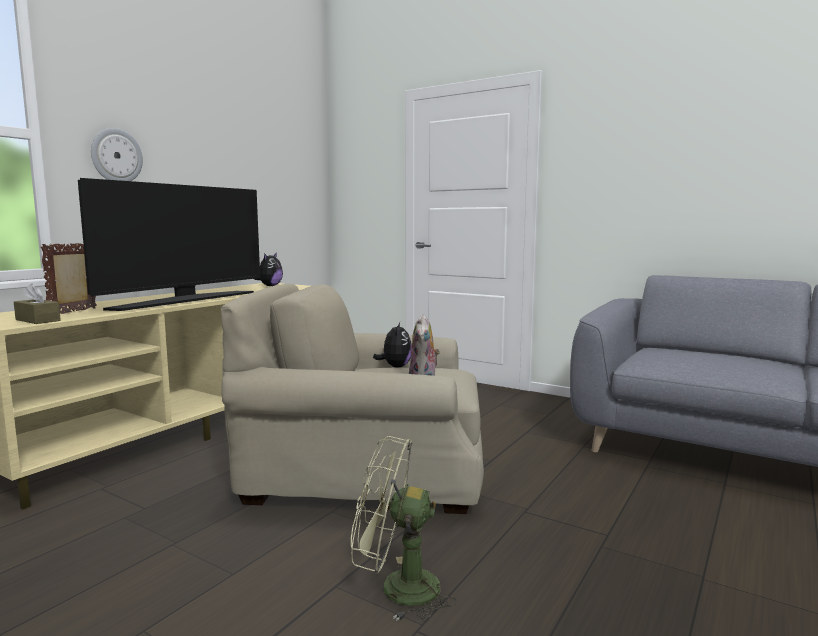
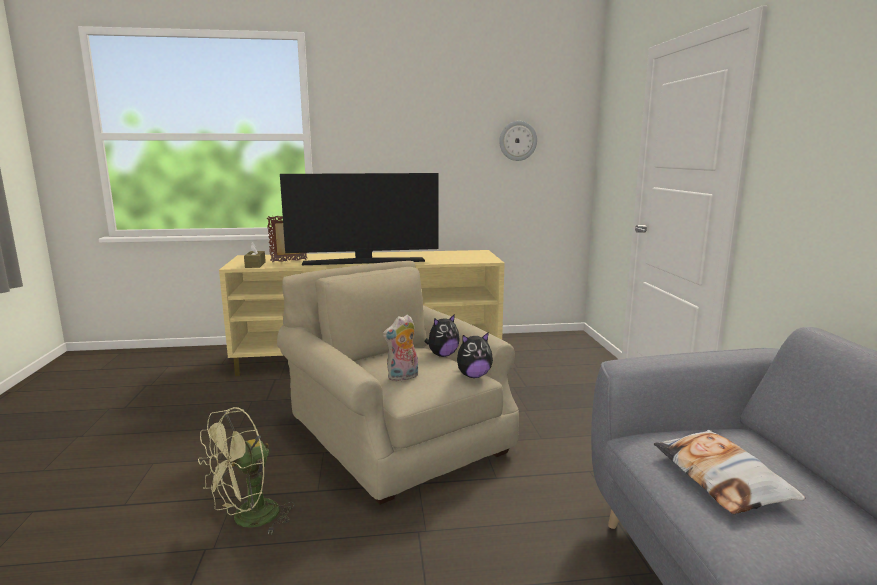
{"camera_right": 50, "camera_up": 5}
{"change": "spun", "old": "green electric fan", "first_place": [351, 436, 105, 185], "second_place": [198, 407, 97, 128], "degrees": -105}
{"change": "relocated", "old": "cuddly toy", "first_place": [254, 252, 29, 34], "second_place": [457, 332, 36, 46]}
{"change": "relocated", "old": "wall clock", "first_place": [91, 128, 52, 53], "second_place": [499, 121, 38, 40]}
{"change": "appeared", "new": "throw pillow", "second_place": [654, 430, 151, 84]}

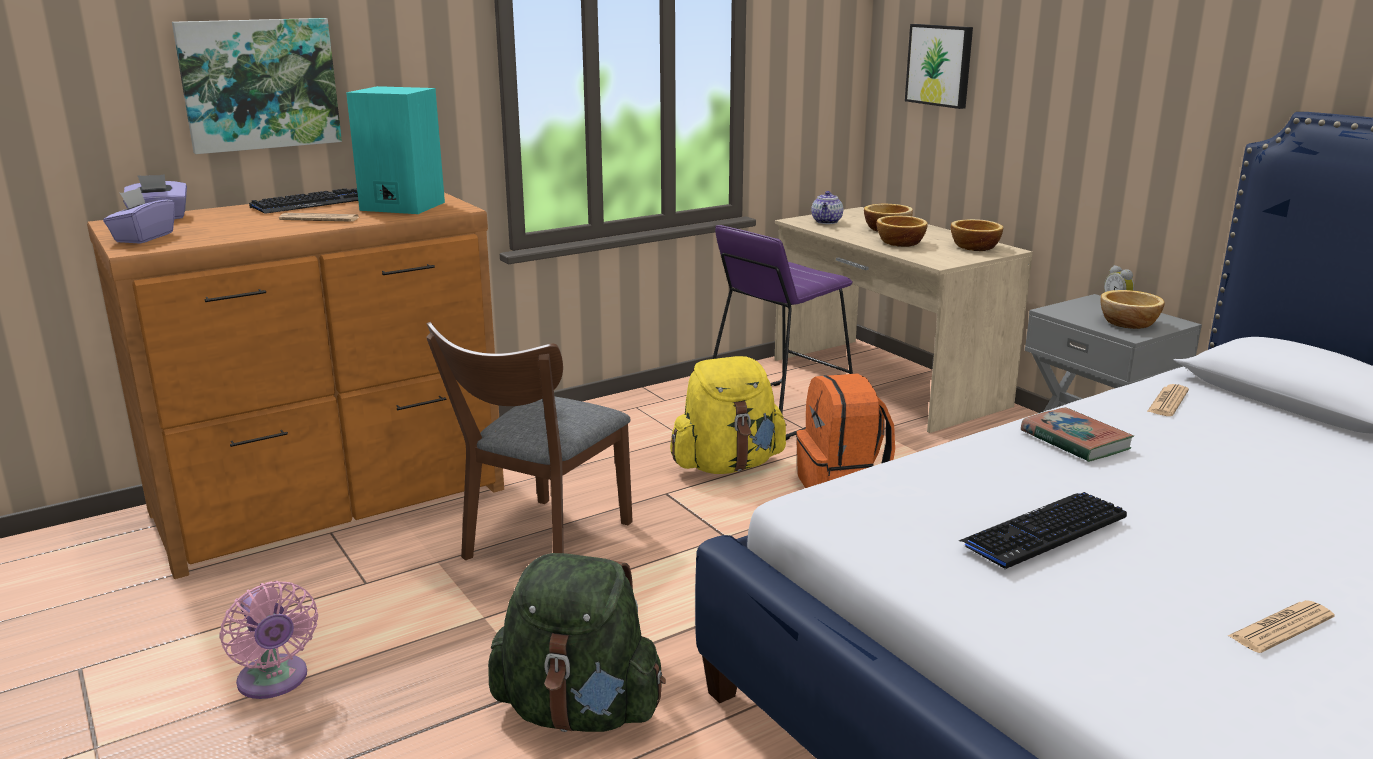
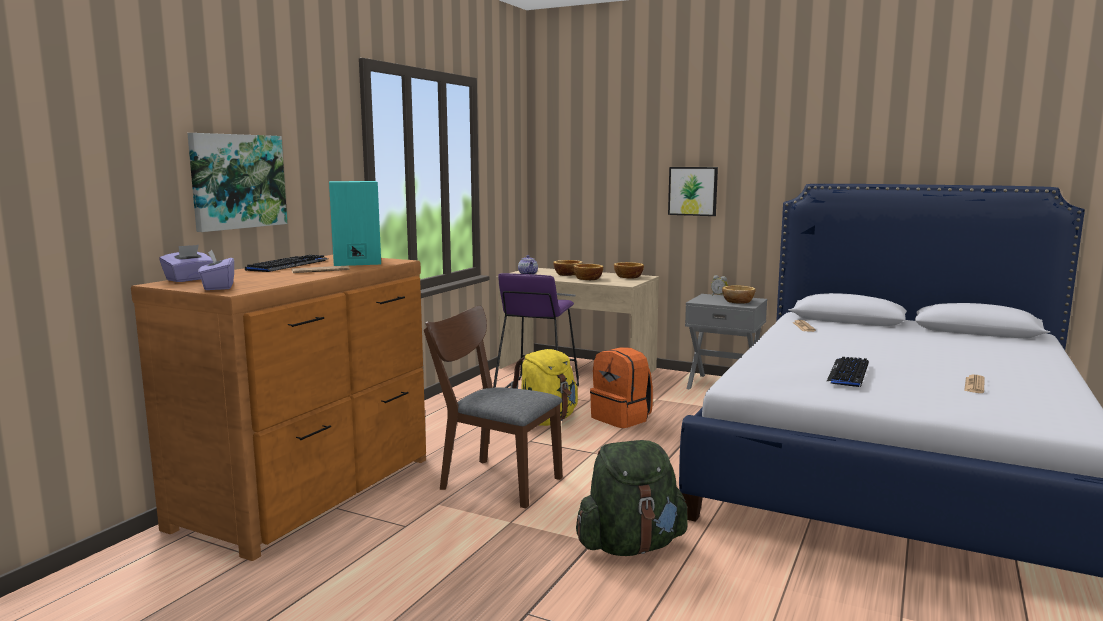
{"camera_right": -30, "camera_up": -10}
{"change": "spun", "old": "brown plain chair", "first_place": [426, 322, 207, 238], "second_place": [424, 305, 139, 204], "degrees": 120}
{"change": "relocated", "old": "picture", "first_place": [905, 24, 68, 85], "second_place": [668, 167, 50, 49]}
{"change": "missing", "old": "pink-coloured electric fan", "first_place": [220, 581, 98, 118]}
{"change": "missing", "old": "book", "first_place": [1021, 407, 113, 55]}

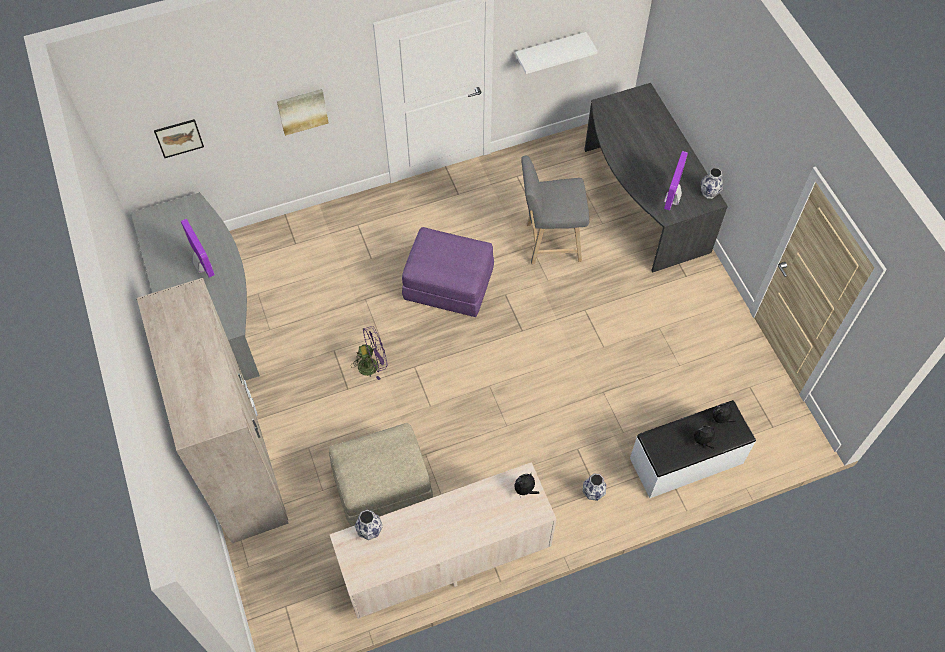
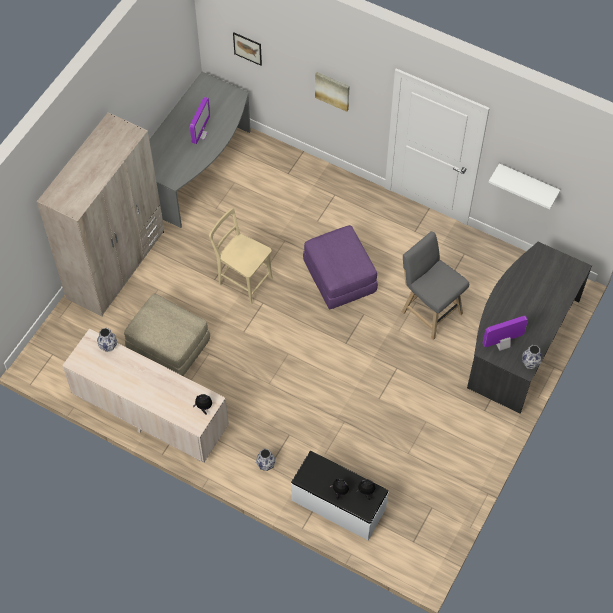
{"camera_right": 50, "camera_up": 0}
{"change": "exchanged", "old": "purplish electric fan", "new": "beige plain chair", "first_place": [352, 326, 35, 54], "second_place": [209, 208, 64, 97]}

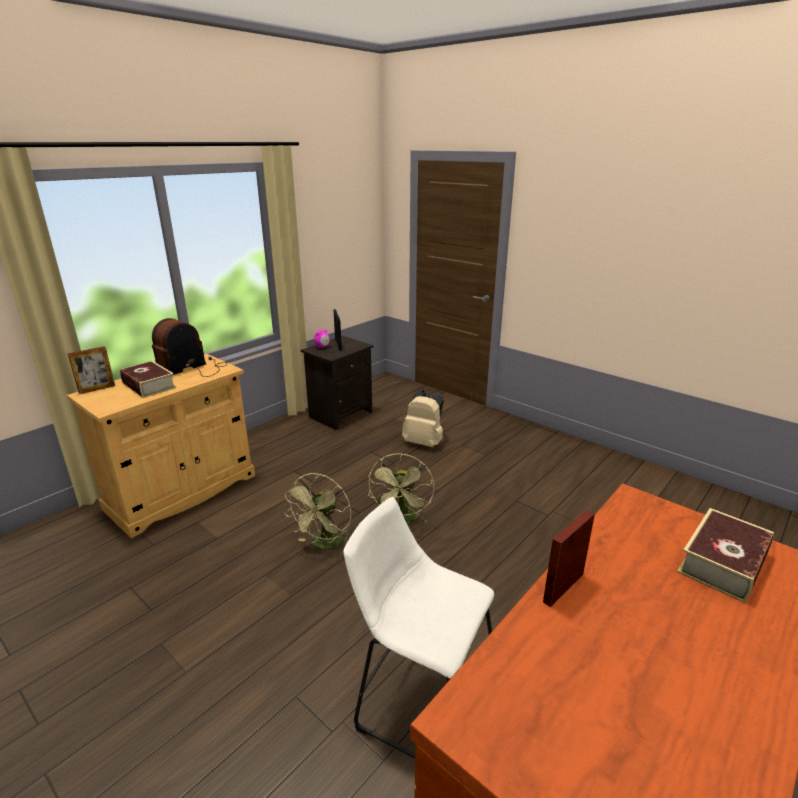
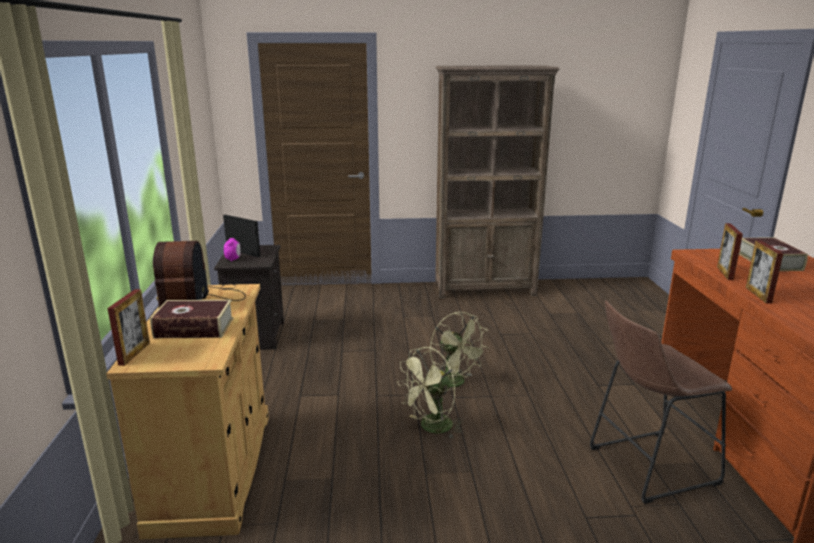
{"camera_right": -45, "camera_up": -5}
{"change": "spun", "old": "green electric fan", "first_place": [284, 473, 67, 77], "second_place": [397, 347, 66, 91], "degrees": 75}
{"change": "appeared", "new": "brown bookshelf", "second_place": [435, 65, 125, 233]}
{"change": "colour", "old": "whitish sitting stool", "new": "brown sitting stool", "first_place": [344, 497, 150, 262], "second_place": [590, 301, 142, 203]}
{"change": "appeared", "new": "photo frame", "second_place": [717, 223, 26, 57]}
{"change": "missing", "old": "beige backpack", "first_place": [402, 390, 42, 57]}

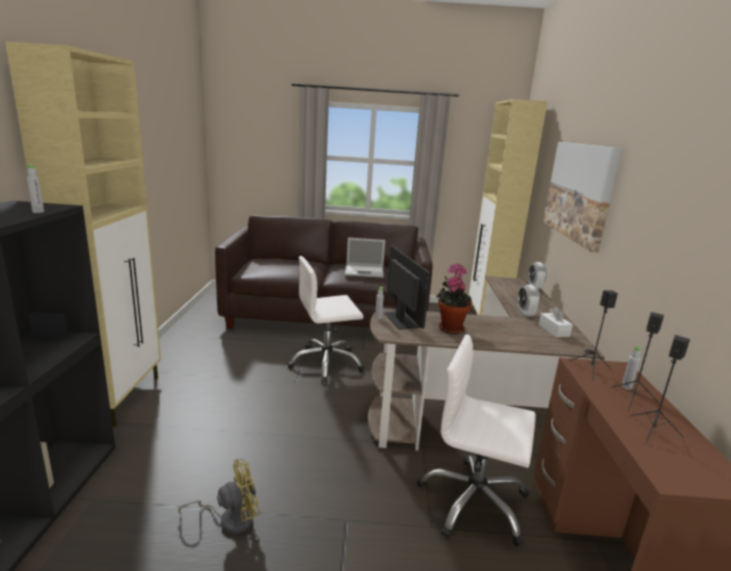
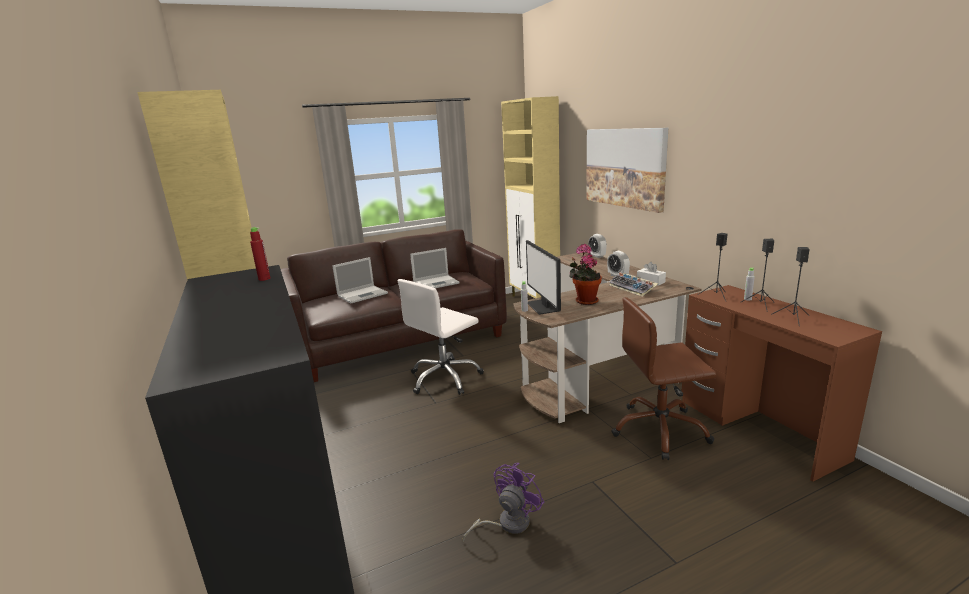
{"camera_right": -25, "camera_up": 0}
{"change": "colour", "old": "greyish drink bottle", "new": "red-coloured drink bottle", "first_place": [26, 165, 18, 48], "second_place": [250, 227, 20, 54]}
{"change": "appeared", "new": "portable computer", "second_place": [333, 257, 55, 47]}
{"change": "colour", "old": "yellowish electric fan", "new": "purplish electric fan", "first_place": [178, 459, 83, 75], "second_place": [462, 463, 82, 79]}
{"change": "spun", "old": "computer screen", "first_place": [384, 245, 47, 85], "second_place": [526, 240, 35, 75], "degrees": -150}
{"change": "appeared", "new": "keyboard", "second_place": [609, 273, 49, 24]}
{"change": "colour", "old": "whitish office chair", "new": "brown office chair", "first_place": [417, 334, 119, 213], "second_place": [611, 297, 105, 163]}

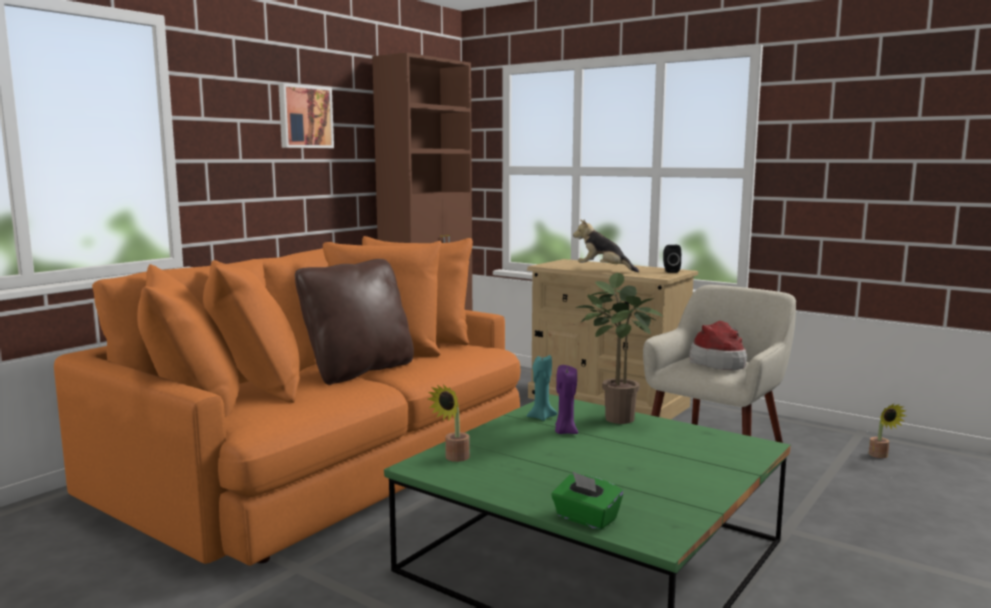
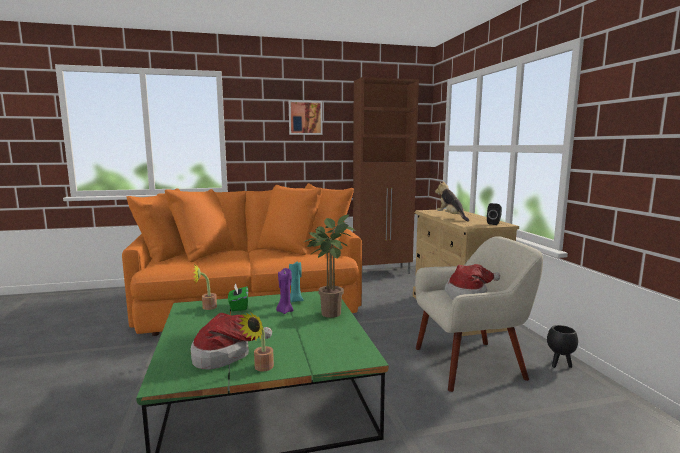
{"camera_right": 40, "camera_up": 0}
{"change": "appeared", "new": "clothing hat", "second_place": [191, 313, 81, 56]}
{"change": "relocated", "old": "green tissue holder", "first_place": [551, 472, 72, 58], "second_place": [228, 283, 20, 28]}
{"change": "relocated", "old": "plant in a pot", "first_place": [869, 404, 37, 54], "second_place": [238, 312, 36, 60]}
{"change": "appeared", "new": "black plant pot", "second_place": [547, 325, 31, 43]}
{"change": "missing", "old": "brown throw pillow", "first_place": [295, 259, 119, 126]}

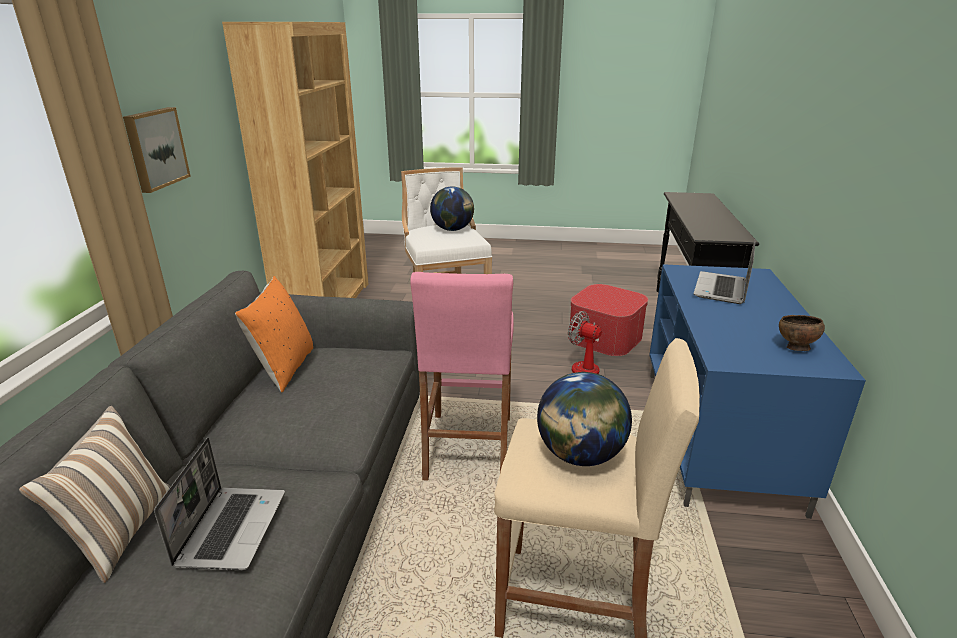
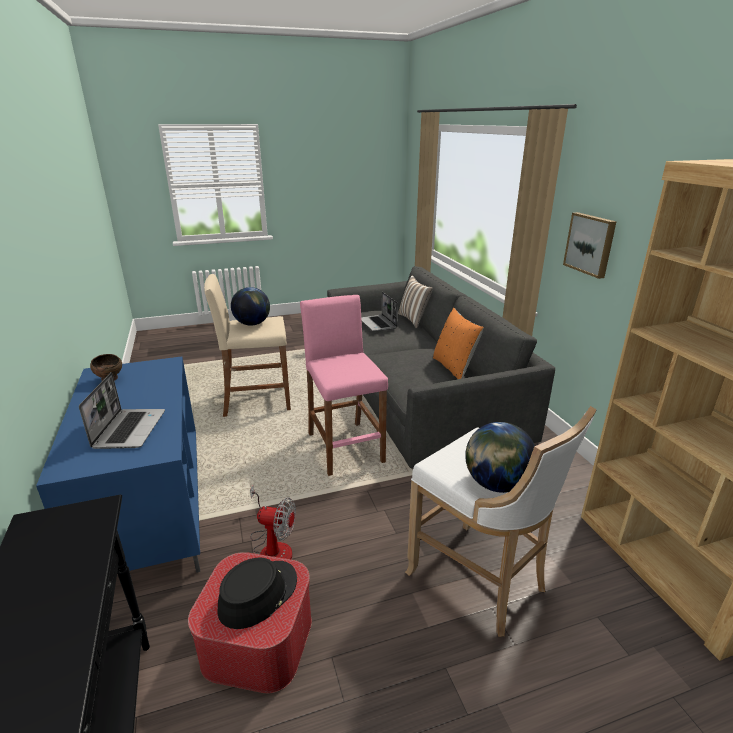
{"camera_right": 155, "camera_up": 0}
{"change": "appeared", "new": "black clothing hat", "second_place": [218, 558, 79, 71]}

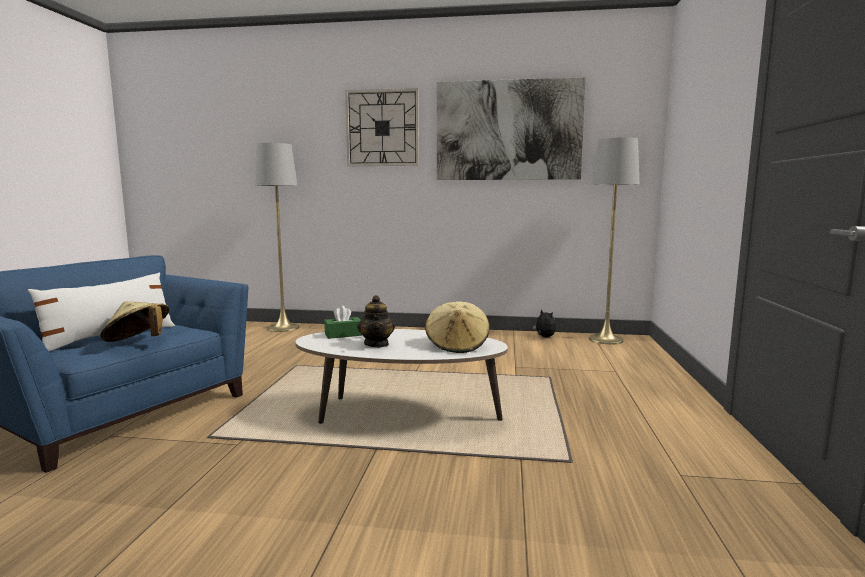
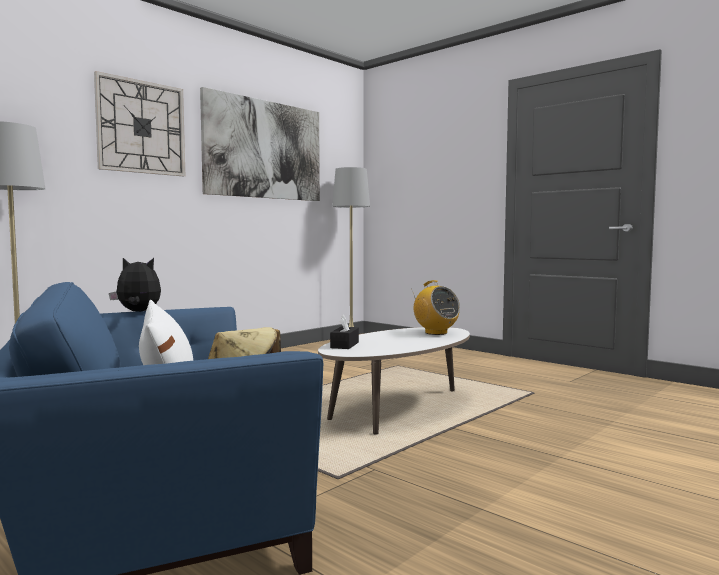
{"camera_right": -55, "camera_up": -5}
{"change": "relocated", "old": "cuddly toy", "first_place": [533, 309, 23, 28], "second_place": [109, 258, 52, 54]}
{"change": "colour", "old": "green tissue holder", "new": "black tissue holder", "first_place": [324, 306, 38, 33], "second_place": [330, 314, 29, 35]}
{"change": "exchanged", "old": "beige clothing hat", "new": "radio", "first_place": [425, 301, 65, 52], "second_place": [412, 280, 48, 55]}
{"change": "missing", "old": "tea pot", "first_place": [357, 295, 38, 52]}

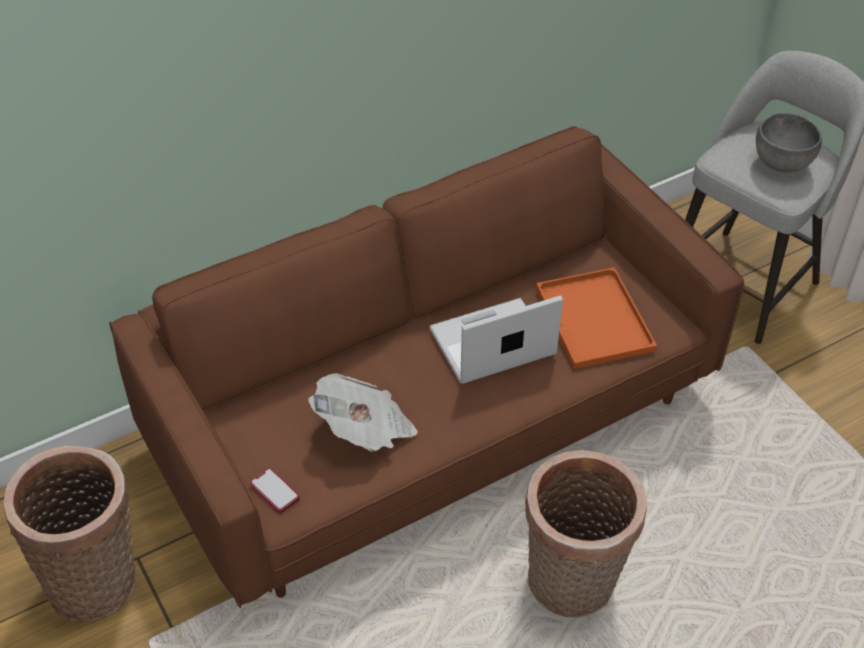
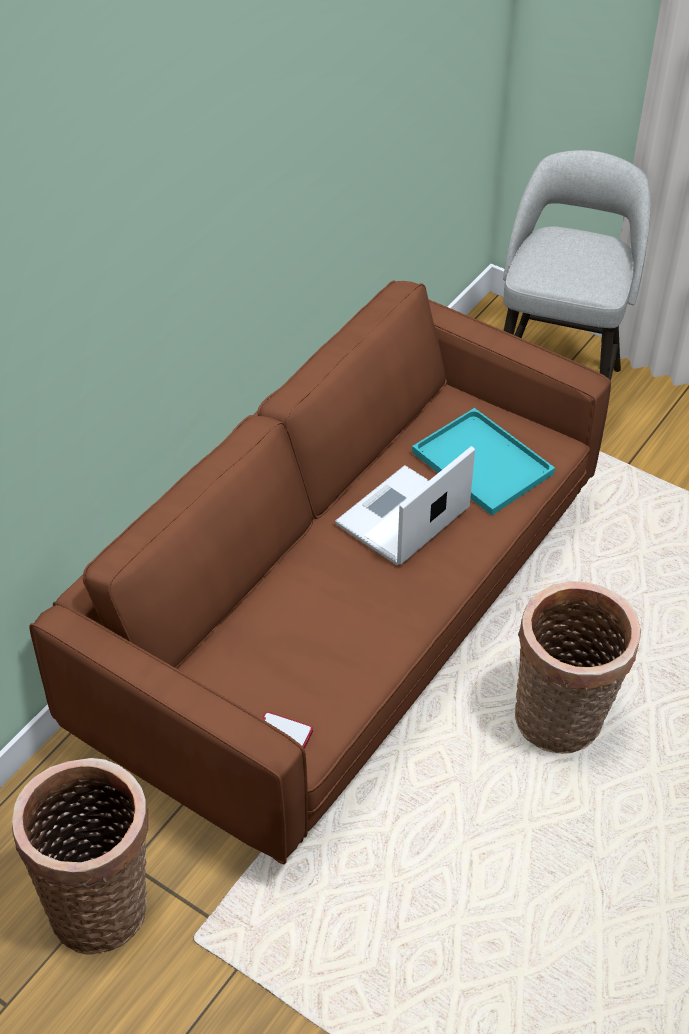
{"camera_right": -25, "camera_up": 0}
{"change": "colour", "old": "orangey serving tray", "new": "blue-green serving tray", "first_place": [536, 267, 121, 102], "second_place": [412, 408, 143, 107]}
{"change": "missing", "old": "newspaper", "first_place": [308, 373, 110, 79]}
{"change": "missing", "old": "greyish serving bowl", "first_place": [756, 112, 66, 60]}

